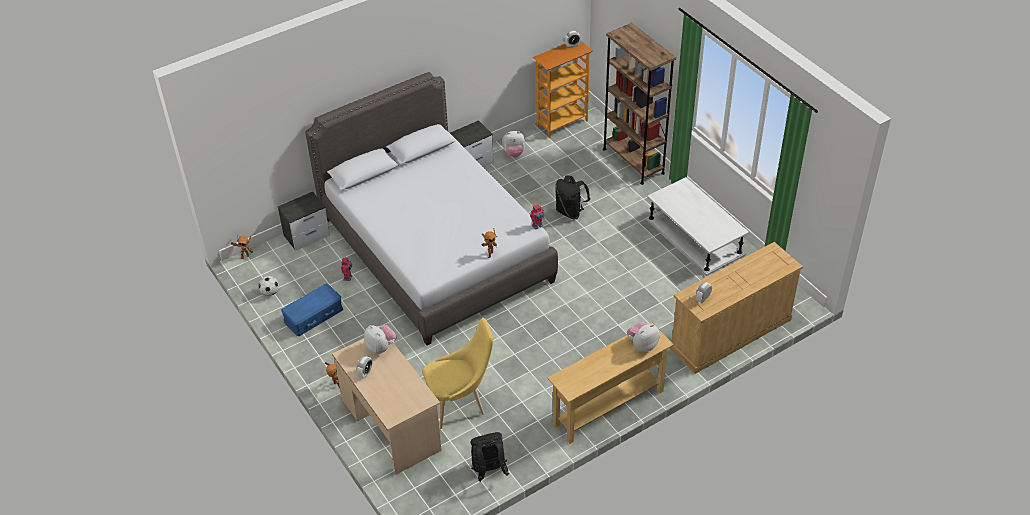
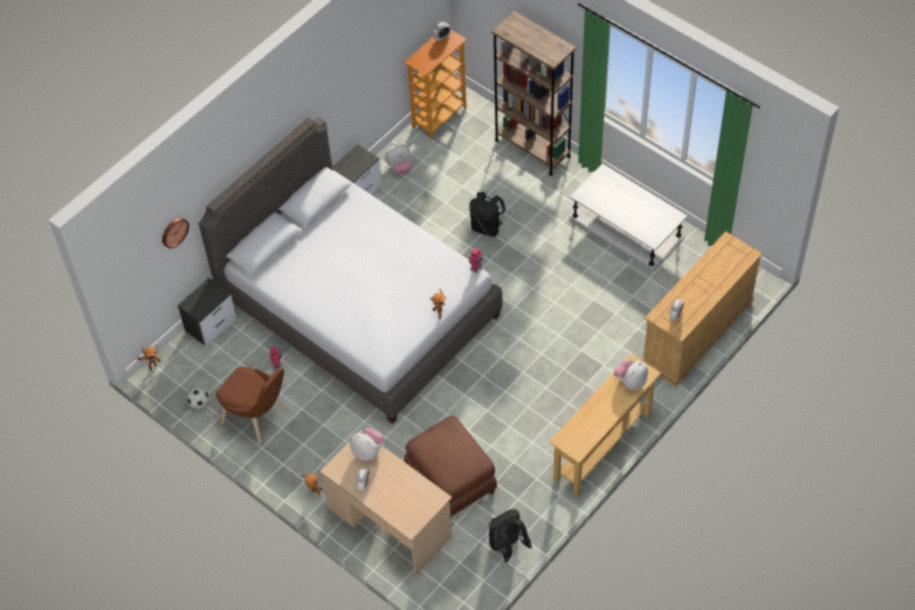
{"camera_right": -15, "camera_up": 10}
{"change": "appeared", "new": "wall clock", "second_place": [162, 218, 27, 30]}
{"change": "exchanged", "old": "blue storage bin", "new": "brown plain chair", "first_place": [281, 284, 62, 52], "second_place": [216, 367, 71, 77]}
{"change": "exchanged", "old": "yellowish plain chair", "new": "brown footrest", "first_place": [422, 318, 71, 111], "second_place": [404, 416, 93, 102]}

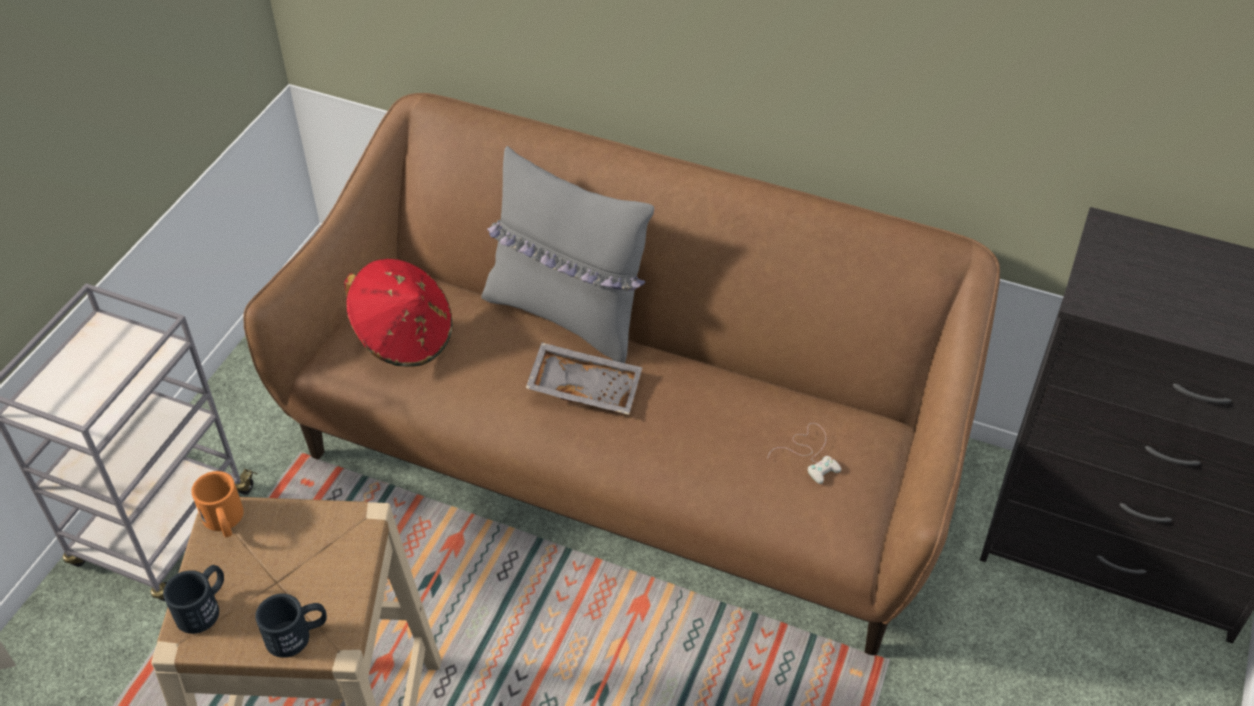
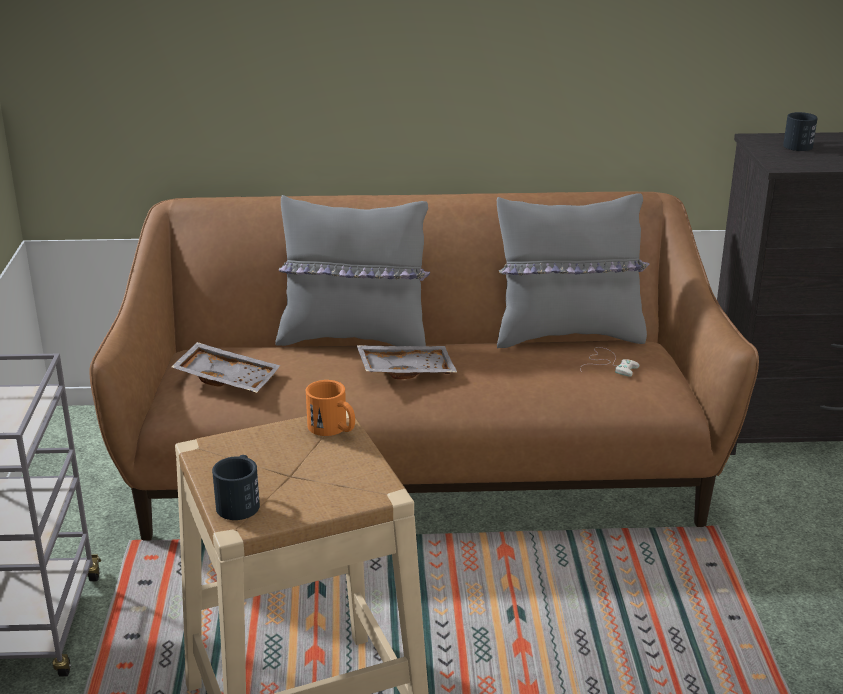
{"camera_right": -25, "camera_up": -20}
{"change": "exchanged", "old": "red-coloured clothing hat", "new": "greyish serving tray", "first_place": [344, 259, 108, 108], "second_place": [171, 342, 109, 51]}
{"change": "relocated", "old": "orangey tea mug", "first_place": [191, 471, 53, 66], "second_place": [306, 380, 49, 56]}
{"change": "appeared", "new": "greyish throw pillow", "second_place": [497, 193, 153, 155]}
{"change": "relocated", "old": "black tea mug", "first_place": [255, 594, 72, 64], "second_place": [783, 112, 35, 39]}

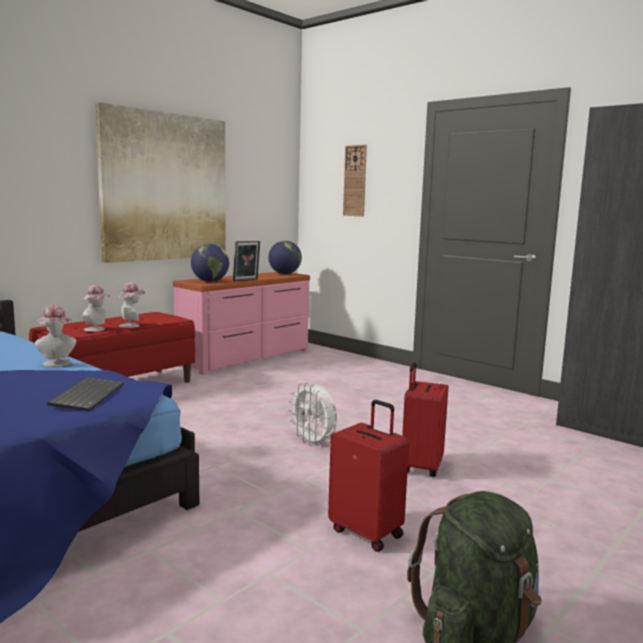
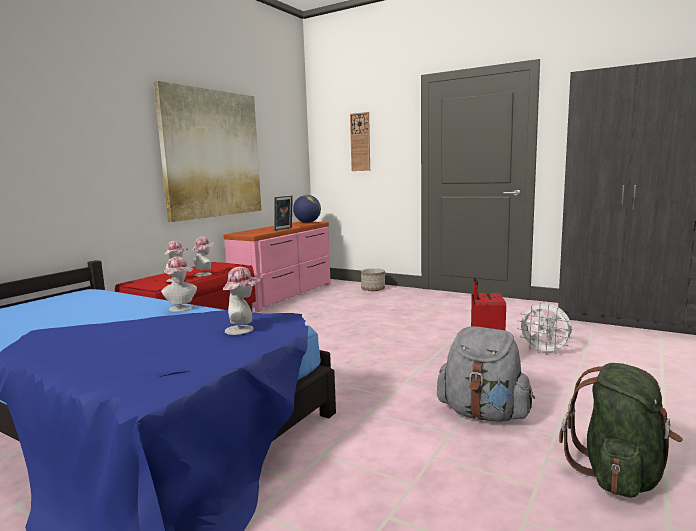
{"camera_right": -10, "camera_up": 0}
{"change": "exchanged", "old": "keyboard", "new": "clothing hat", "first_place": [47, 377, 77, 34], "second_place": [223, 267, 38, 68]}
{"change": "appeared", "new": "plant pot", "second_place": [361, 268, 24, 23]}
{"change": "exchanged", "old": "red-coloured suitcase", "new": "greyish backpack", "first_place": [328, 400, 81, 152], "second_place": [437, 326, 98, 96]}
{"change": "relocated", "old": "whitish electric fan", "first_place": [289, 383, 48, 62], "second_place": [517, 303, 55, 52]}
{"change": "missing", "old": "desk globe", "first_place": [191, 244, 38, 38]}

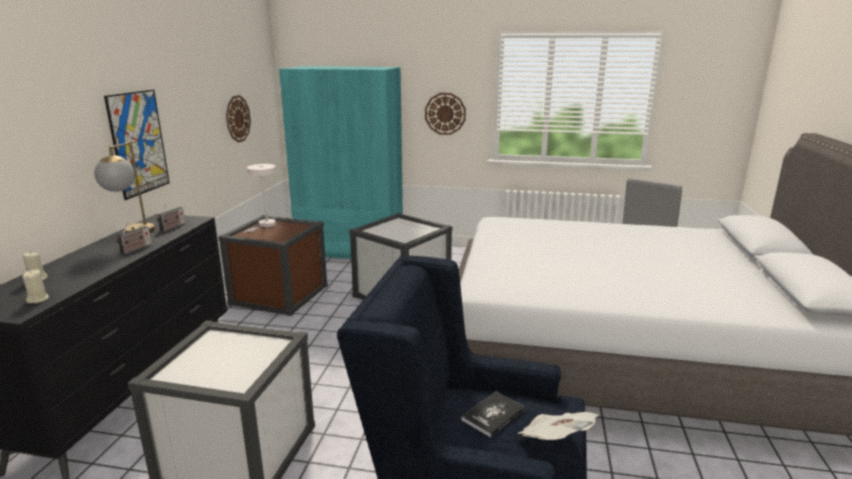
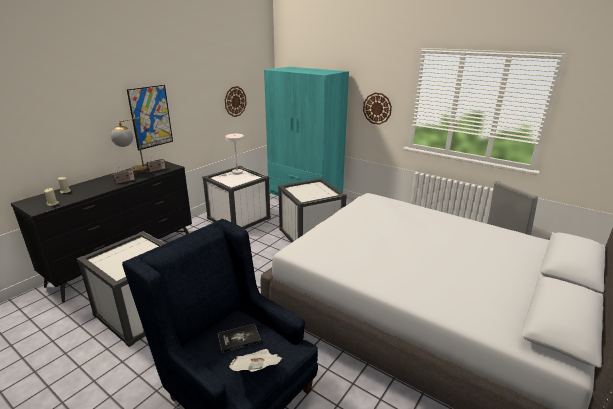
{"camera_right": 25, "camera_up": 5}
{"change": "colour", "old": "brown storage bin", "new": "whitish storage bin", "first_place": [218, 215, 110, 101], "second_place": [202, 166, 69, 63]}

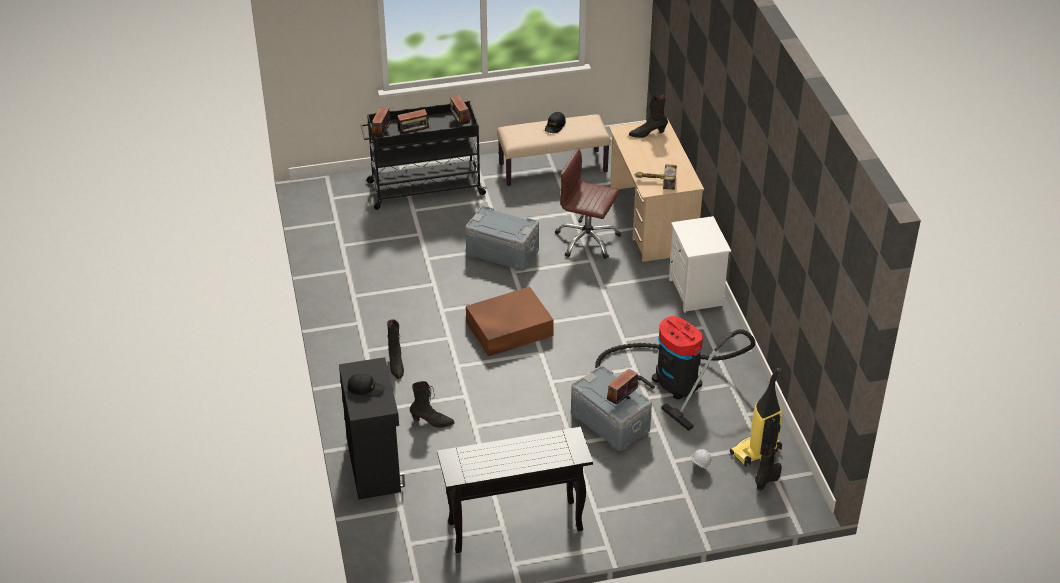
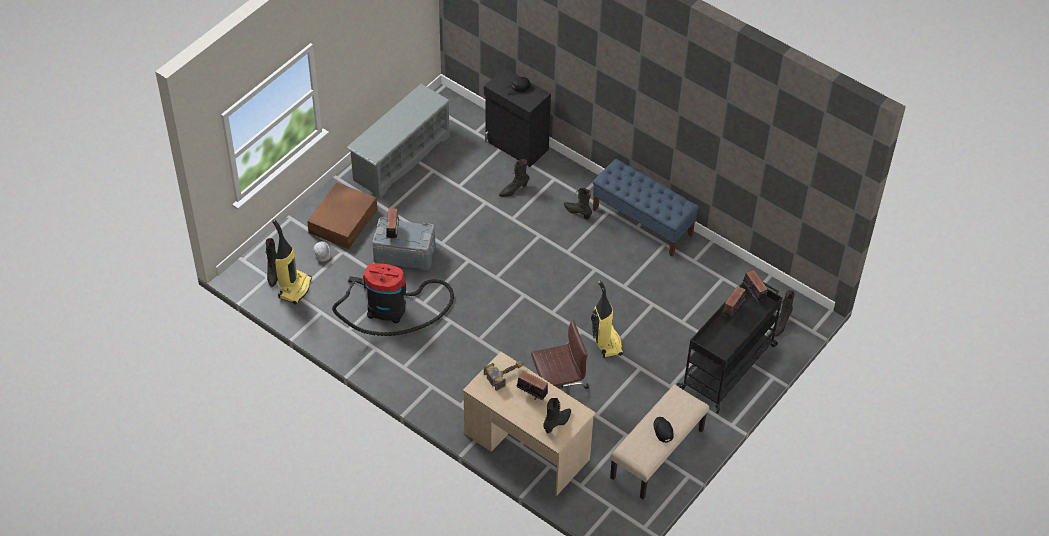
{"camera_right": 140, "camera_up": 10}
{"change": "relocated", "old": "brown storage bin", "first_place": [466, 287, 88, 69], "second_place": [307, 182, 70, 67]}
{"change": "exchanged", "old": "black hall table", "new": "greyish shoe stand", "first_place": [437, 427, 156, 126], "second_place": [347, 84, 103, 115]}
{"change": "relocated", "old": "radio", "first_place": [450, 95, 20, 31], "second_place": [516, 371, 32, 29]}
{"change": "exchanged", "old": "greyish storage bin", "new": "vacuum cleaner", "first_place": [465, 206, 74, 65], "second_place": [591, 280, 32, 78]}
{"change": "appeared", "new": "blue bench", "second_place": [592, 159, 107, 98]}
{"change": "appeared", "new": "black tall boot", "second_place": [773, 290, 22, 47]}
{"change": "missing", "old": "whitish bedside table", "first_place": [669, 216, 62, 97]}

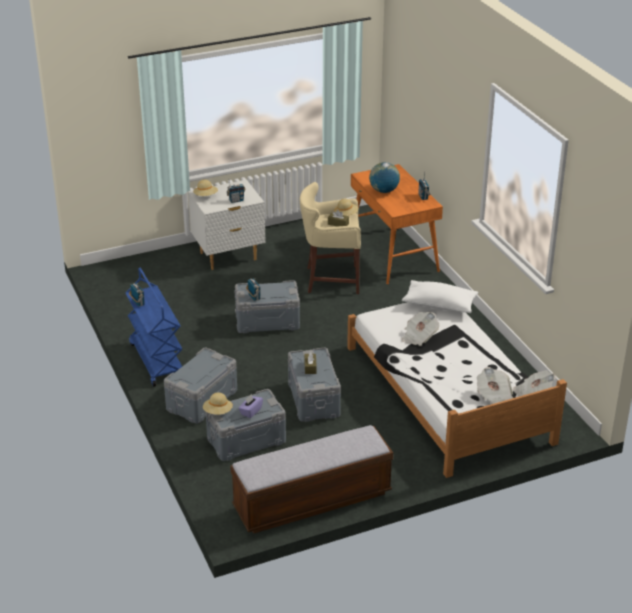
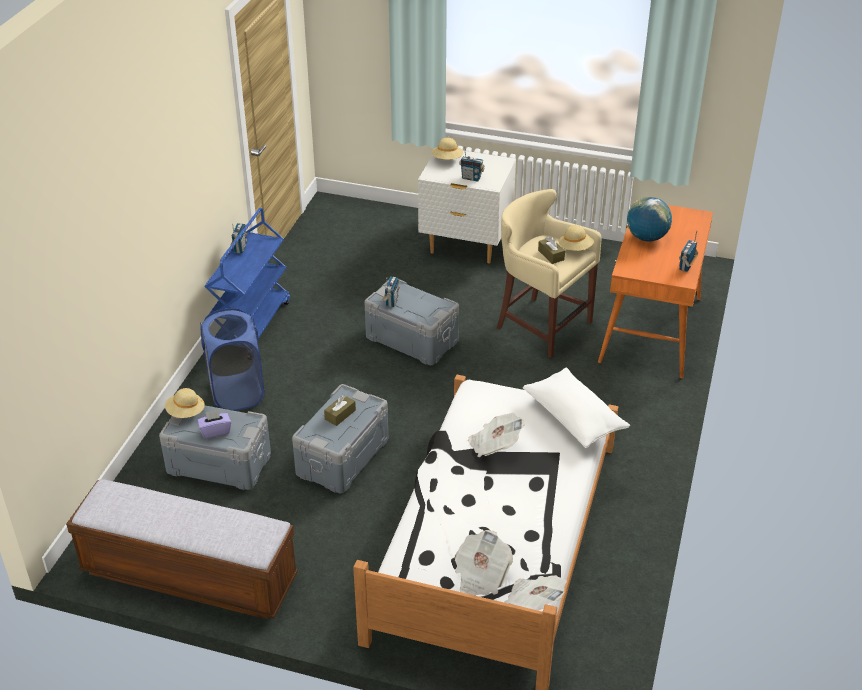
{"camera_right": 40, "camera_up": 5}
{"change": "exchanged", "old": "greyish storage bin", "new": "blue hamper", "first_place": [164, 347, 73, 77], "second_place": [200, 308, 64, 103]}

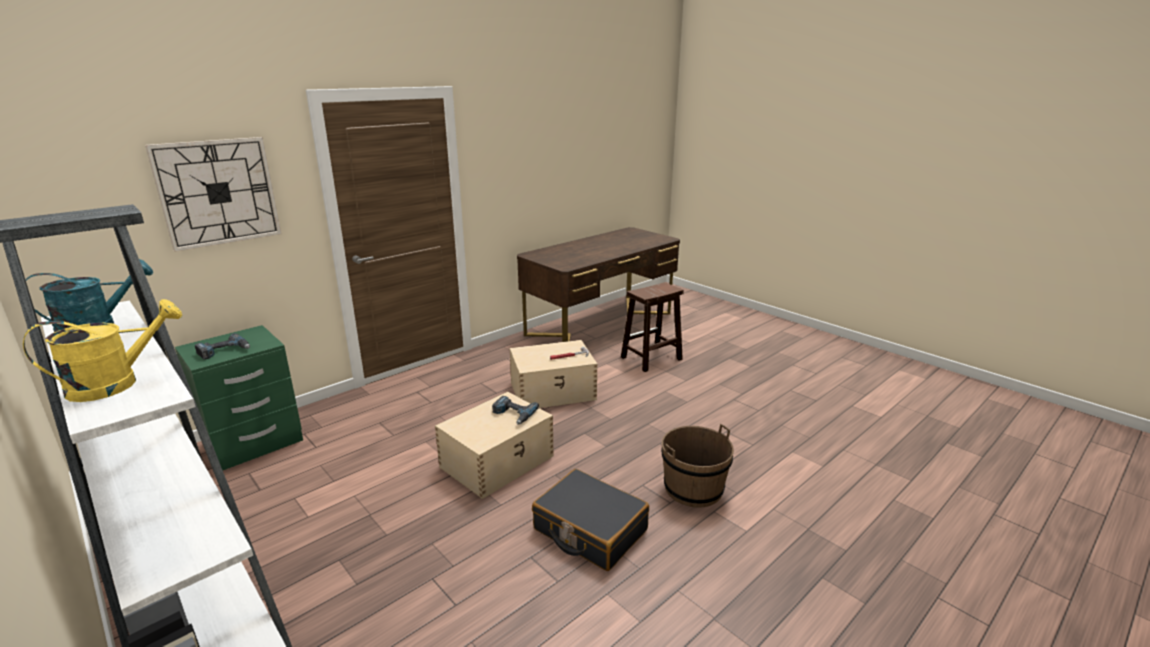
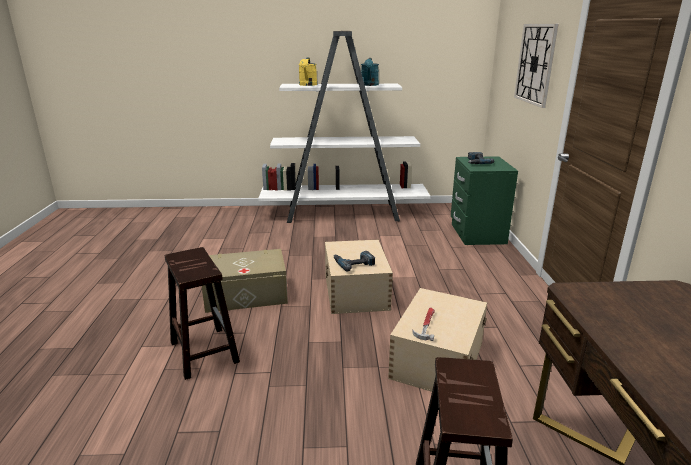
{"camera_right": 130, "camera_up": 0}
{"change": "exchanged", "old": "brown bucket", "new": "brown sitting stool", "first_place": [661, 424, 73, 84], "second_place": [165, 247, 75, 133]}
{"change": "exchanged", "old": "black suitcase", "new": "beige storage bin", "first_place": [532, 469, 117, 102], "second_place": [202, 249, 86, 64]}

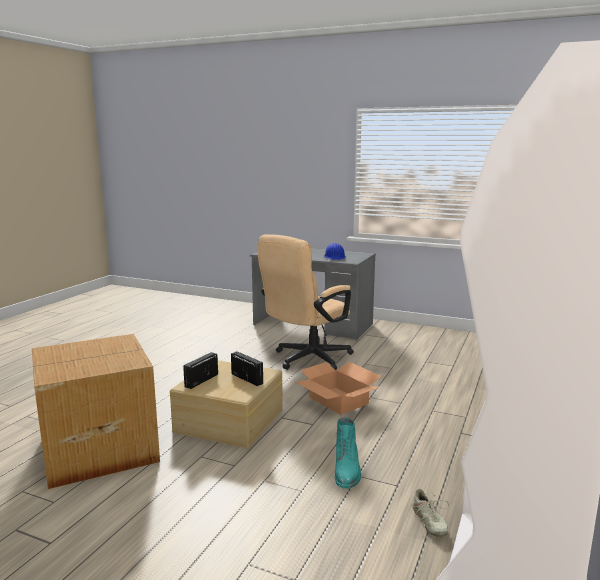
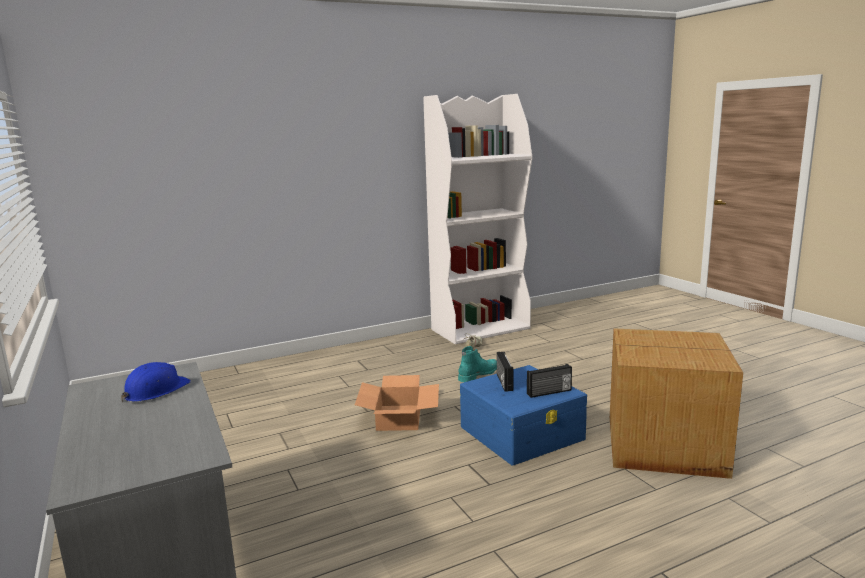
{"camera_right": -140, "camera_up": 0}
{"change": "colour", "old": "beige storage bin", "new": "blue storage bin", "first_place": [170, 361, 113, 87], "second_place": [459, 365, 128, 101]}
{"change": "missing", "old": "beige office chair", "first_place": [258, 234, 96, 136]}

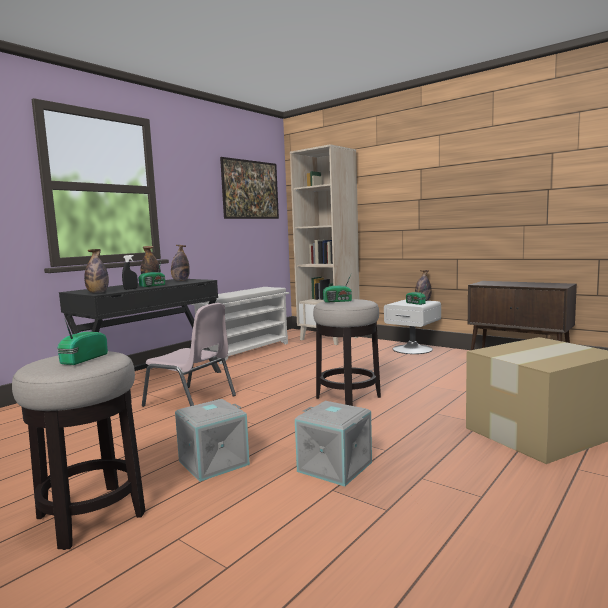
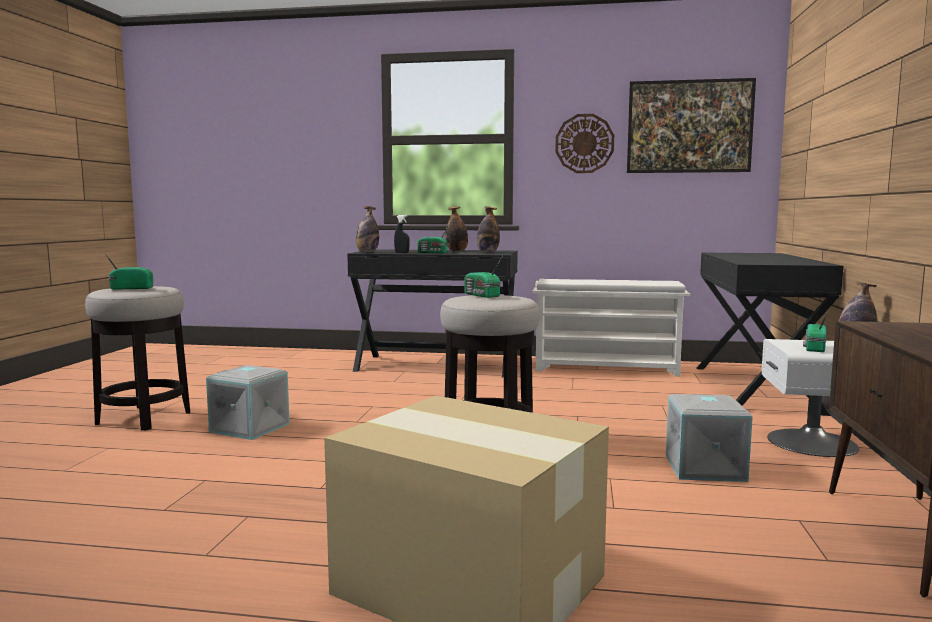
{"camera_right": 60, "camera_up": 0}
{"change": "appeared", "new": "wall clock", "second_place": [555, 114, 59, 59]}
{"change": "relocated", "old": "greyish storage bin", "first_place": [295, 401, 77, 85], "second_place": [666, 394, 87, 88]}
{"change": "exchanged", "old": "beige bookshelf", "new": "black desk", "first_place": [290, 144, 70, 201], "second_place": [696, 253, 148, 163]}
{"change": "missing", "old": "pink-coloured plain chair", "first_place": [142, 303, 94, 104]}

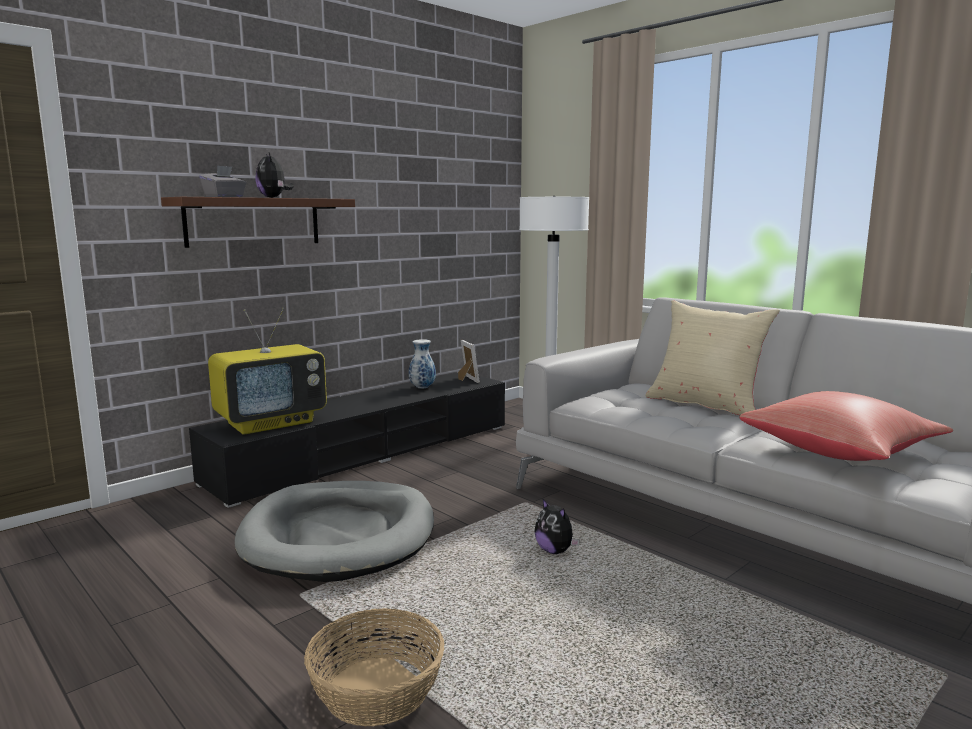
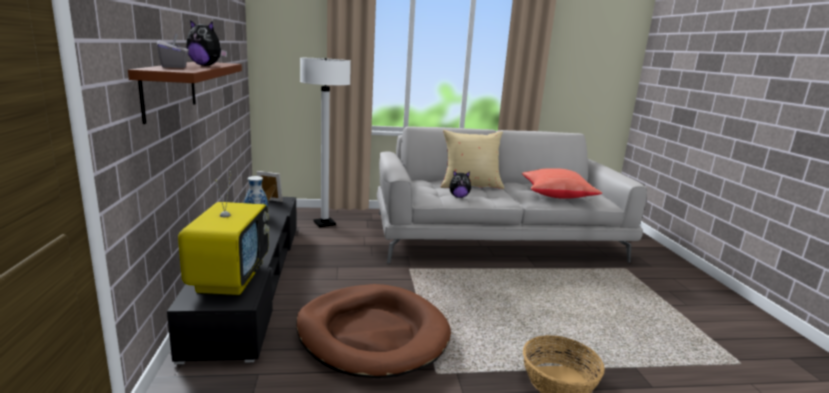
{"camera_right": -55, "camera_up": 5}
{"change": "colour", "old": "greyish dog bed", "new": "brown dog bed", "first_place": [235, 481, 199, 101], "second_place": [296, 284, 155, 94]}
{"change": "relocated", "old": "cuddly toy", "first_place": [535, 499, 45, 55], "second_place": [449, 171, 23, 27]}

